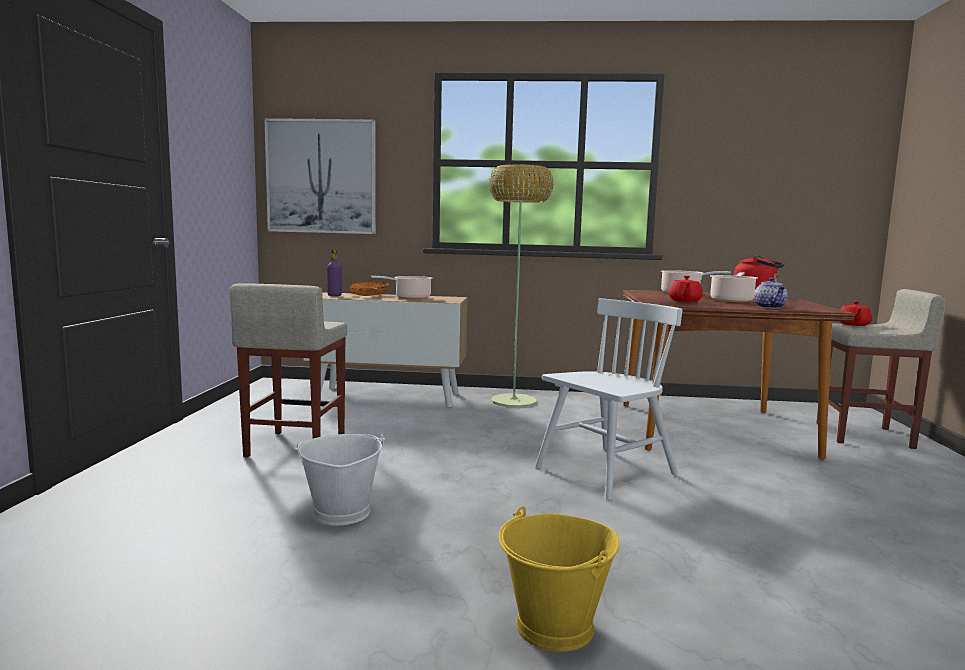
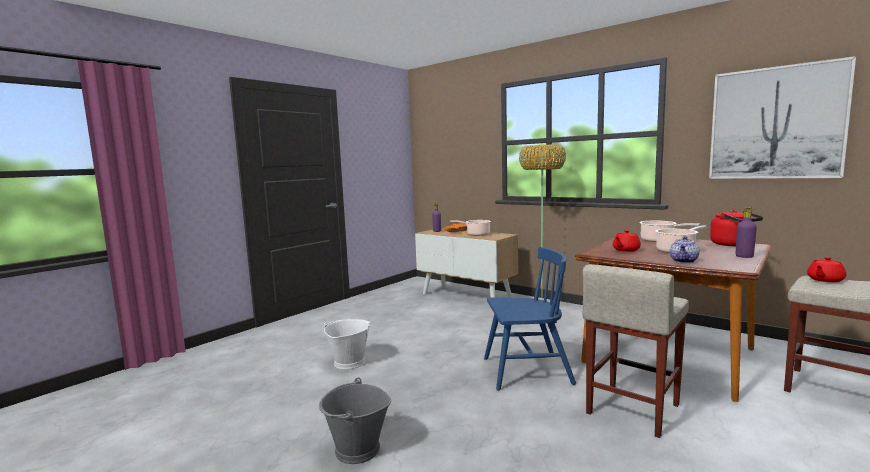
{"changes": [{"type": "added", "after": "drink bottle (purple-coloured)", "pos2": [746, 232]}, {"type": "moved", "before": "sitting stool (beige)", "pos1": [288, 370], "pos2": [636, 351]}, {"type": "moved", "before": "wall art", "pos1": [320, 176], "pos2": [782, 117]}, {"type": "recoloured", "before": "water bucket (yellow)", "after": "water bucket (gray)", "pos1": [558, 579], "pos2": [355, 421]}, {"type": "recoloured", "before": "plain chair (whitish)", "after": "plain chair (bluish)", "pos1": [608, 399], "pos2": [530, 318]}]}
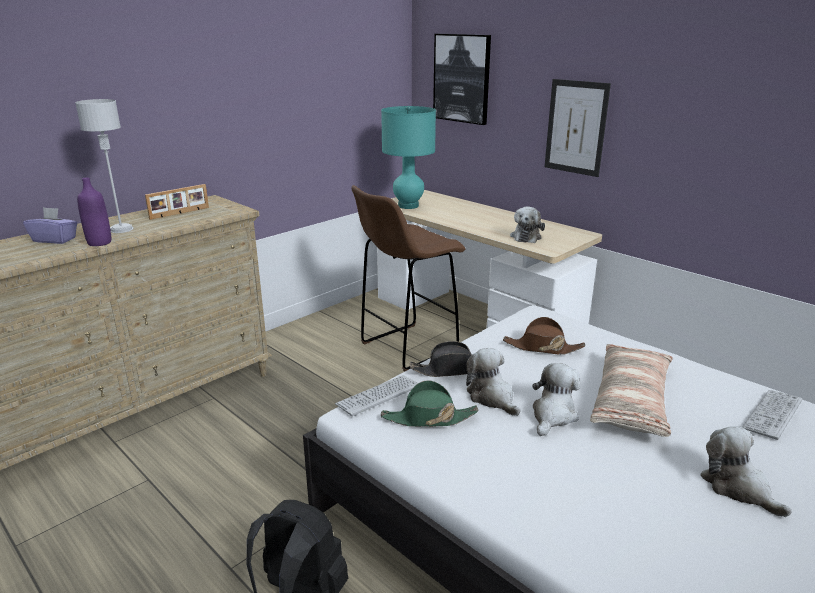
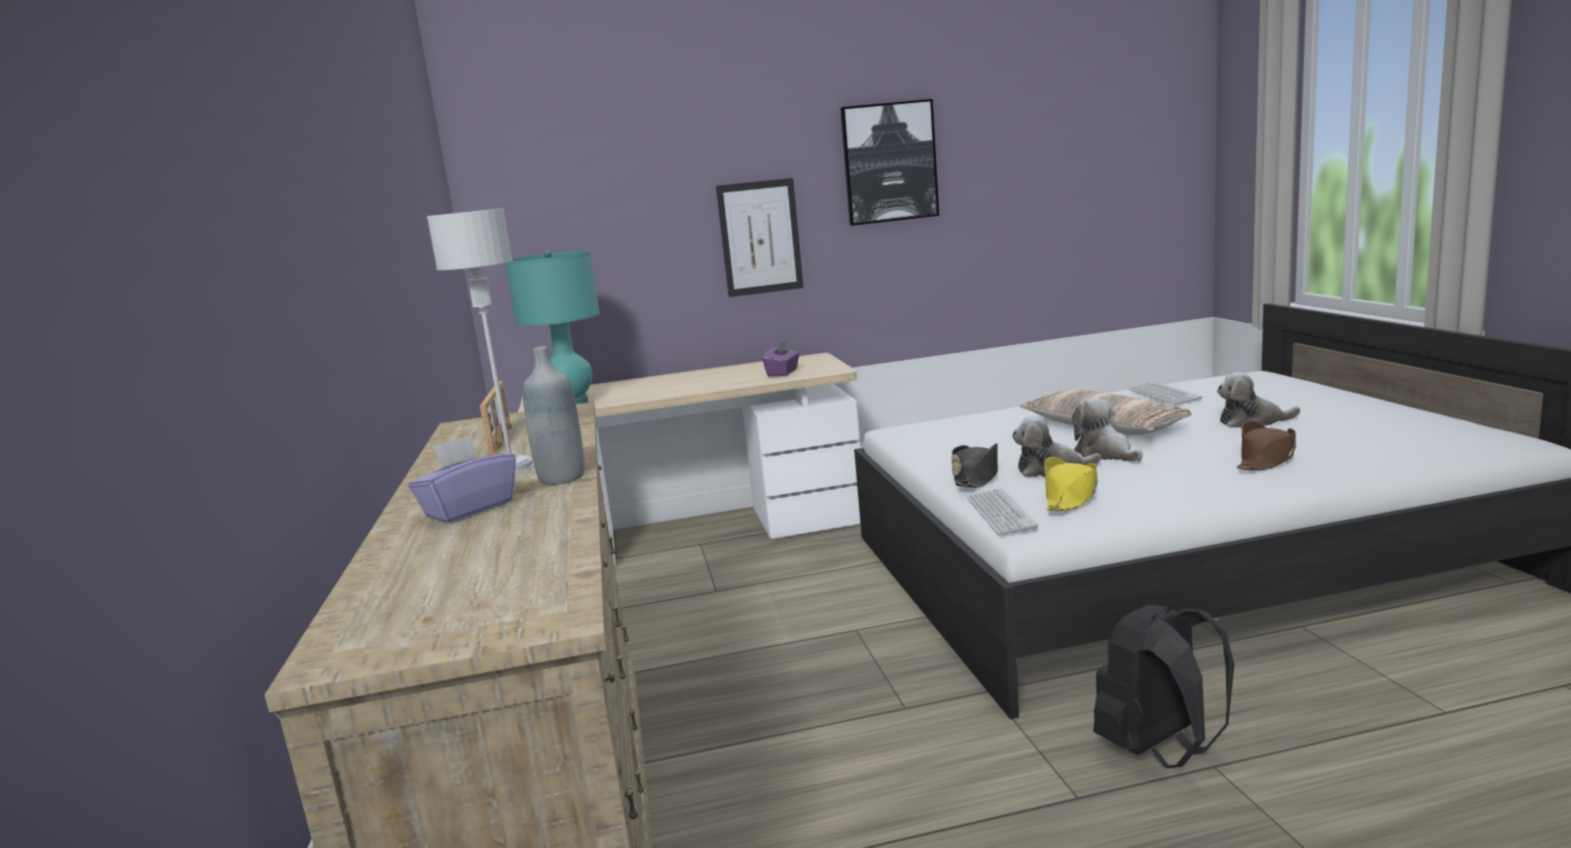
{"changes": [{"type": "removed", "before": "sitting stool (brown)", "pos1": [408, 278]}, {"type": "moved", "before": "wall art", "pos1": [462, 79], "pos2": [889, 162]}, {"type": "moved", "before": "clothing hat (brown)", "pos1": [544, 336], "pos2": [1266, 445]}, {"type": "replaced", "before": "plush toy", "after": "tissue holder (purple-coloured)", "pos1": [527, 224], "pos2": [781, 357]}, {"type": "recoloured", "before": "drink bottle (purple-coloured)", "after": "drink bottle (gray)", "pos1": [94, 211], "pos2": [554, 415]}, {"type": "recoloured", "before": "clothing hat (green-coloured)", "after": "clothing hat (yellow)", "pos1": [429, 403], "pos2": [1071, 484]}]}
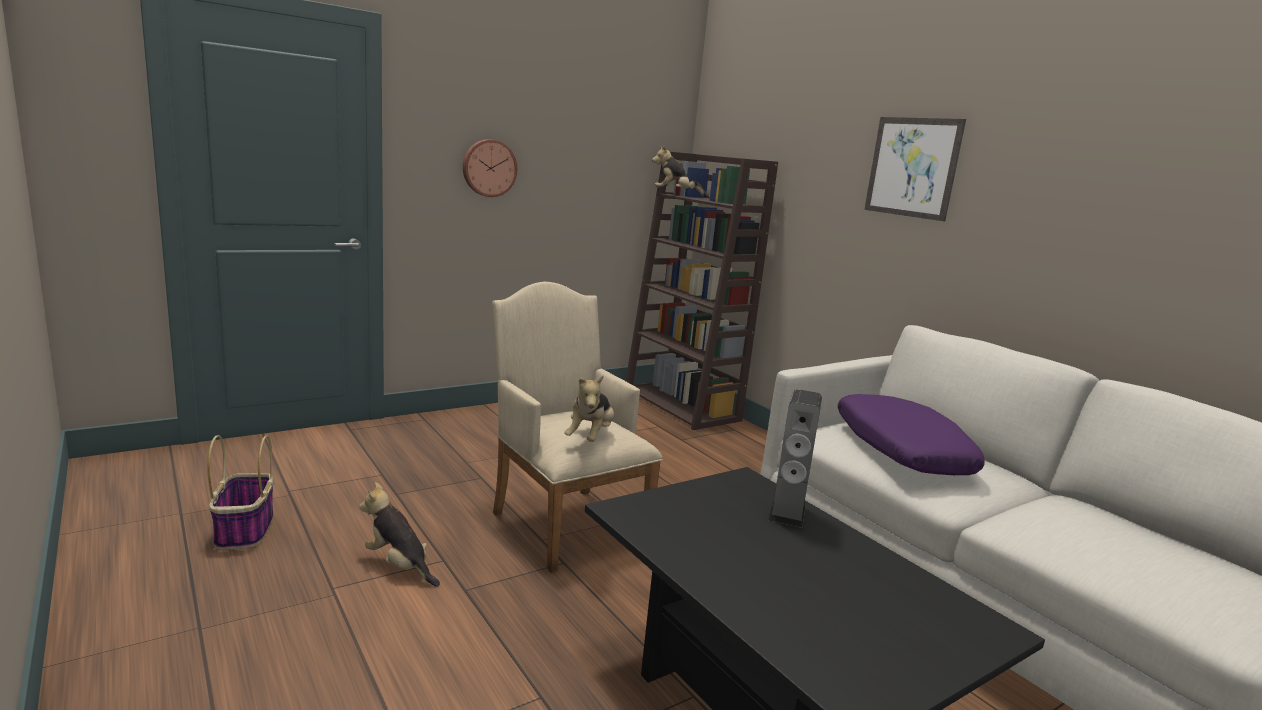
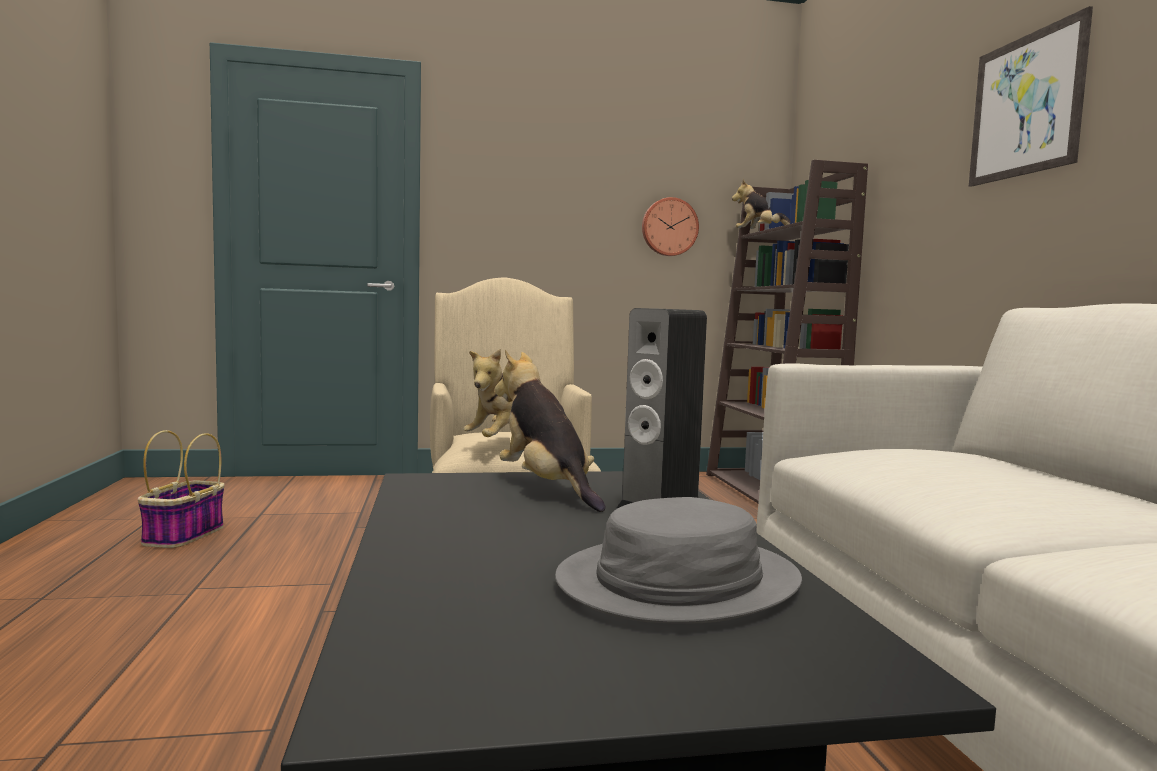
{"changes": [{"type": "removed", "before": "pillow (purple-coloured)", "pos1": [911, 434]}, {"type": "added", "after": "clothing hat (gray)", "pos2": [678, 560]}, {"type": "moved", "before": "plush toy", "pos1": [399, 534], "pos2": [550, 431]}, {"type": "moved", "before": "hanging clock", "pos1": [490, 168], "pos2": [670, 226]}]}
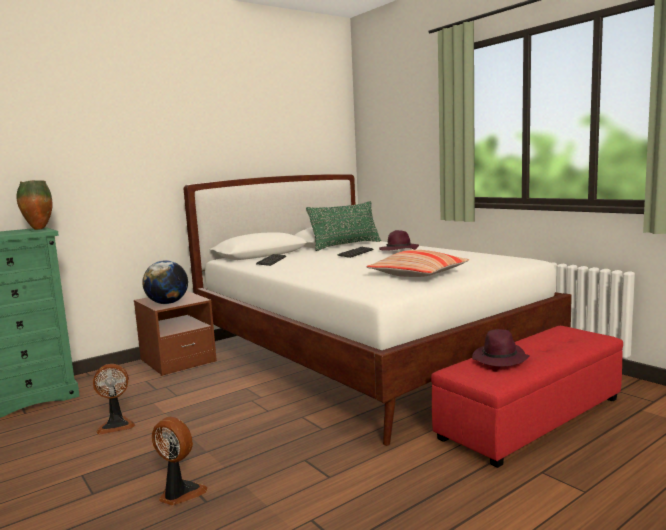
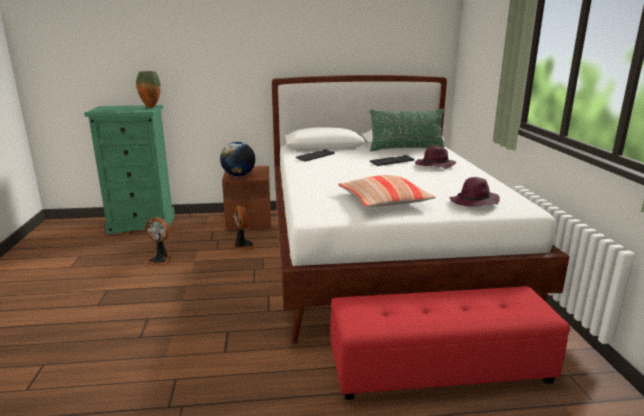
{"changes": [{"type": "moved", "before": "electric fan", "pos1": [180, 461], "pos2": [245, 228]}, {"type": "moved", "before": "clothing hat (purple-coloured)", "pos1": [501, 348], "pos2": [474, 192]}]}
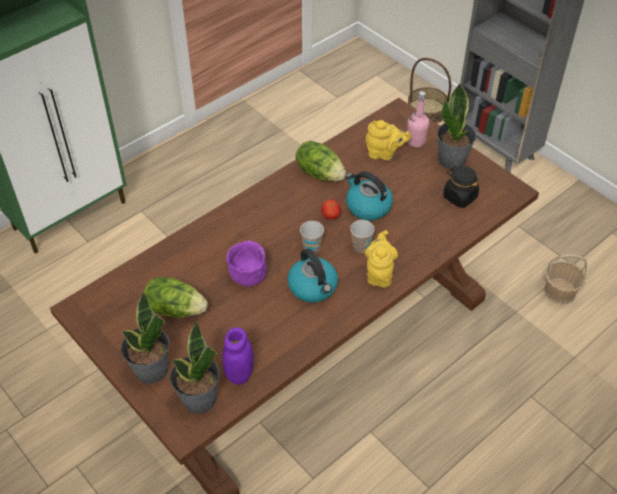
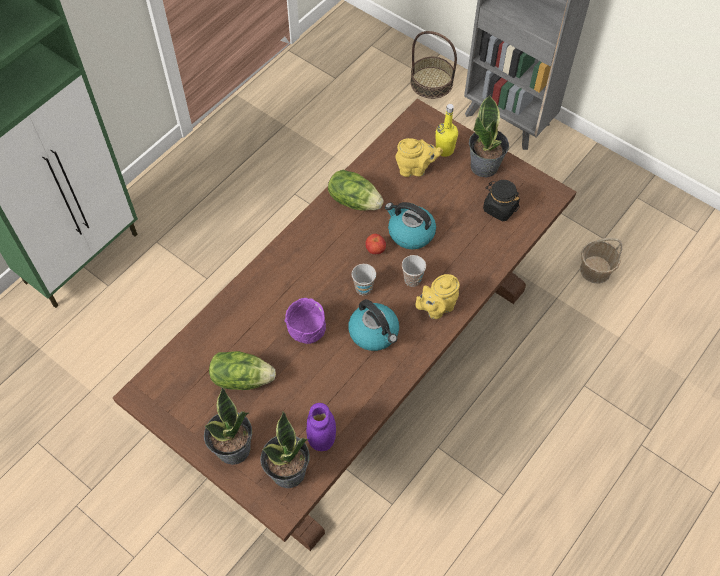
{"changes": [{"type": "recoloured", "before": "drink bottle (pink-coloured)", "after": "drink bottle (yellow)", "pos1": [418, 119], "pos2": [447, 130]}, {"type": "turned", "before": "pot for tea (yellow)", "pos1": [381, 259], "pos2": [437, 296], "turn": -120}]}
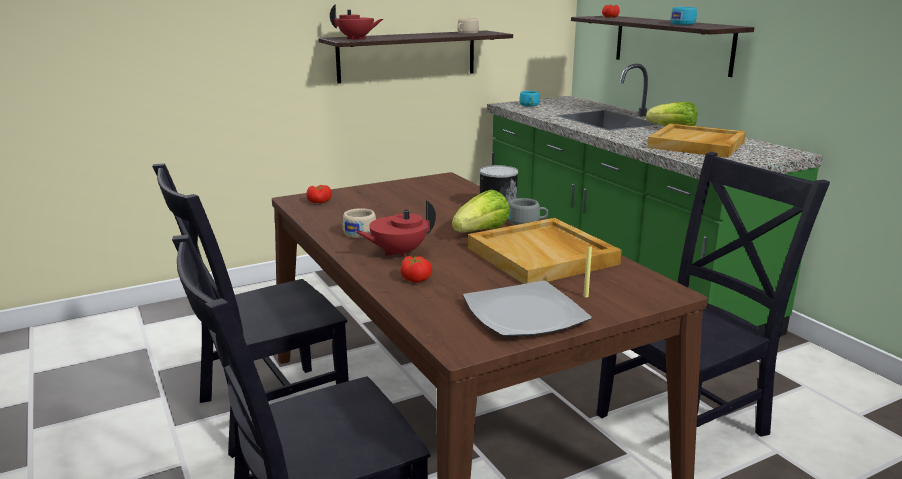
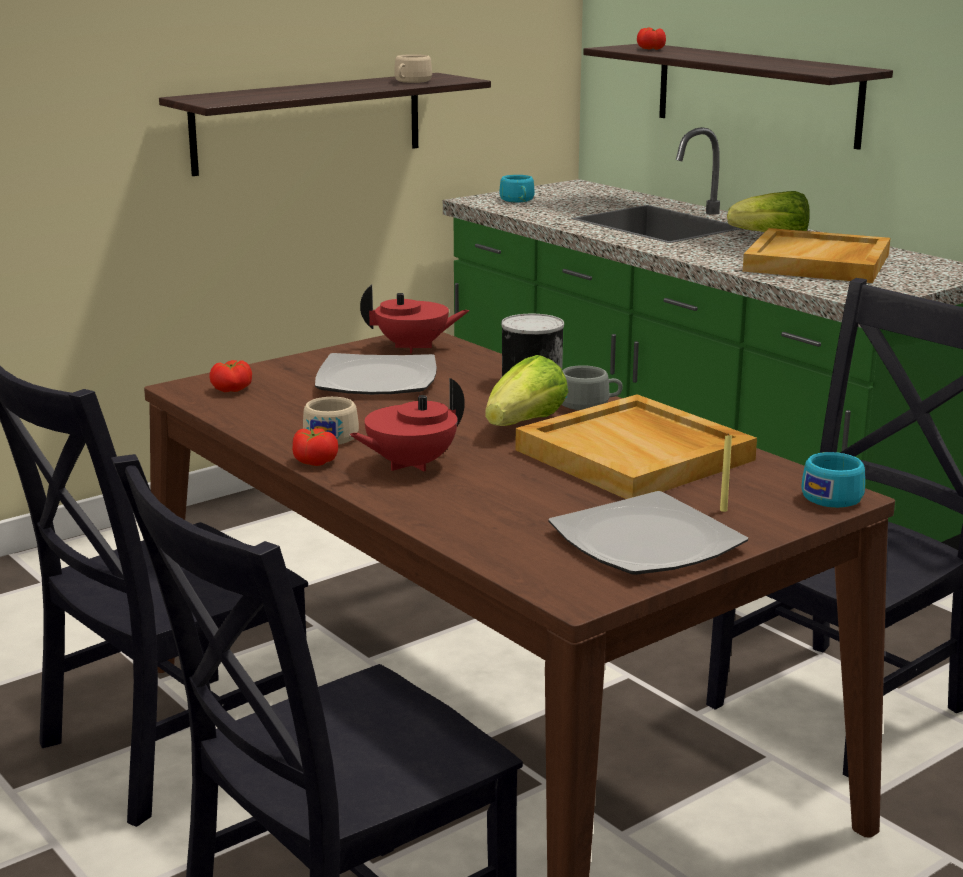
{"changes": [{"type": "added", "after": "flat dish", "pos2": [376, 374]}, {"type": "moved", "before": "pot for tea (red-coloured)", "pos1": [356, 22], "pos2": [415, 319]}, {"type": "moved", "before": "tomato", "pos1": [416, 269], "pos2": [315, 447]}, {"type": "moved", "before": "drinking cup (turquoise-coloured)", "pos1": [684, 16], "pos2": [833, 480]}]}
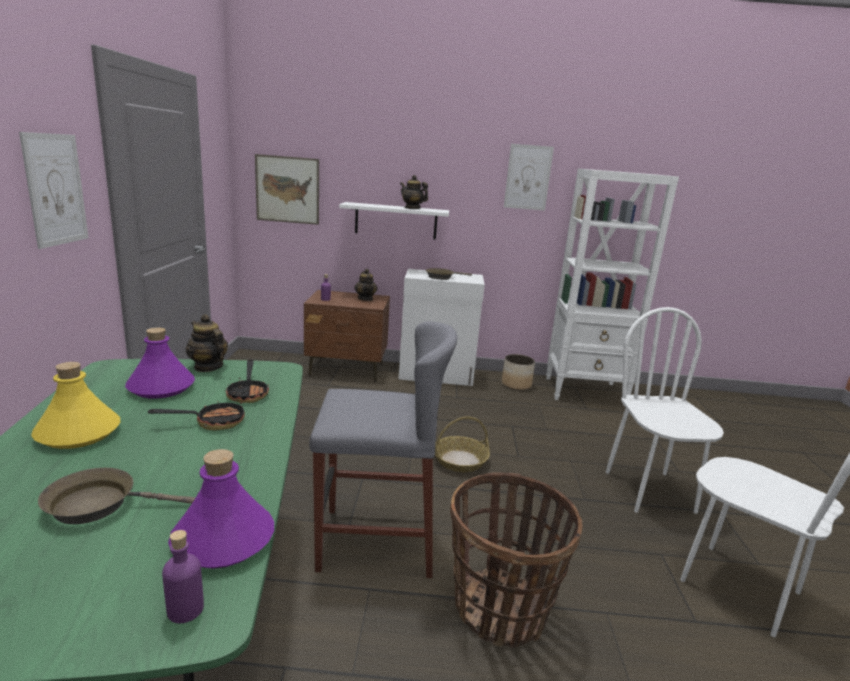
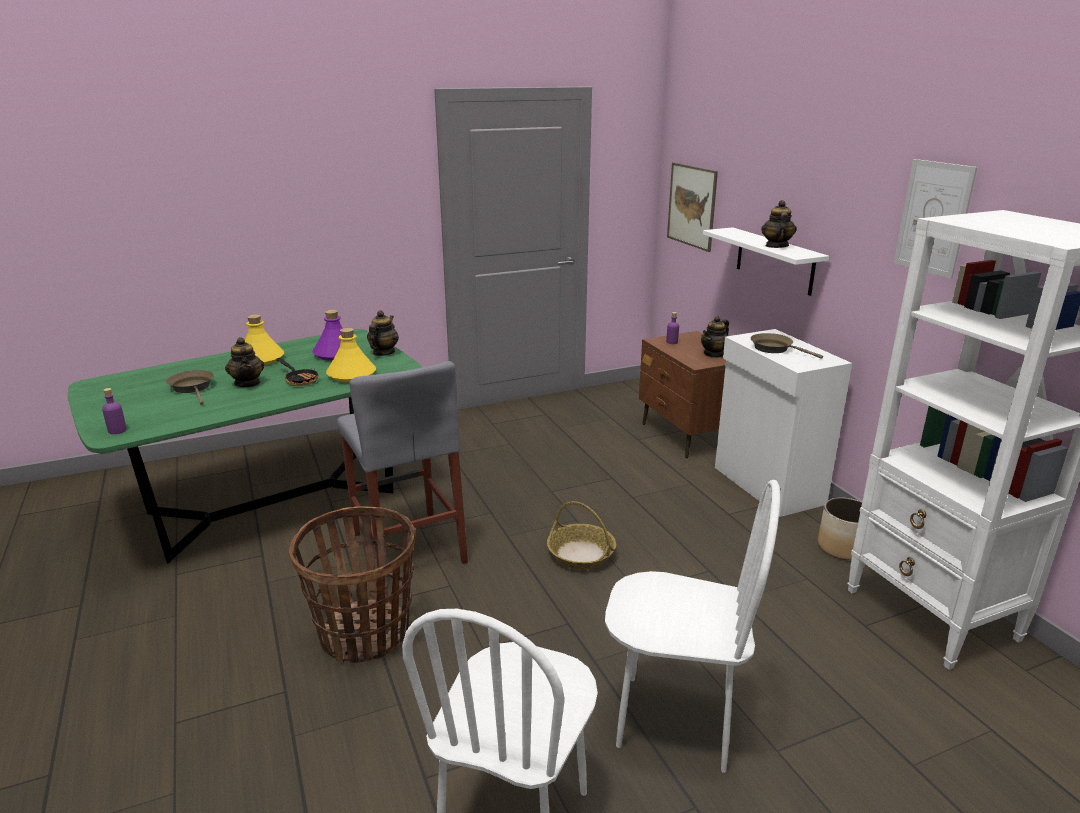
{"changes": [{"type": "removed", "before": "wall art", "pos1": [54, 190]}, {"type": "removed", "before": "drink bottle (purple-coloured)", "pos1": [221, 509]}, {"type": "added", "after": "pot for tea", "pos2": [244, 362]}, {"type": "replaced", "before": "pan", "after": "drink bottle (yellow)", "pos1": [247, 381], "pos2": [351, 355]}, {"type": "turned", "before": "plain chair (whitish)", "pos1": [665, 410], "pos2": [692, 626], "turn": 45}]}
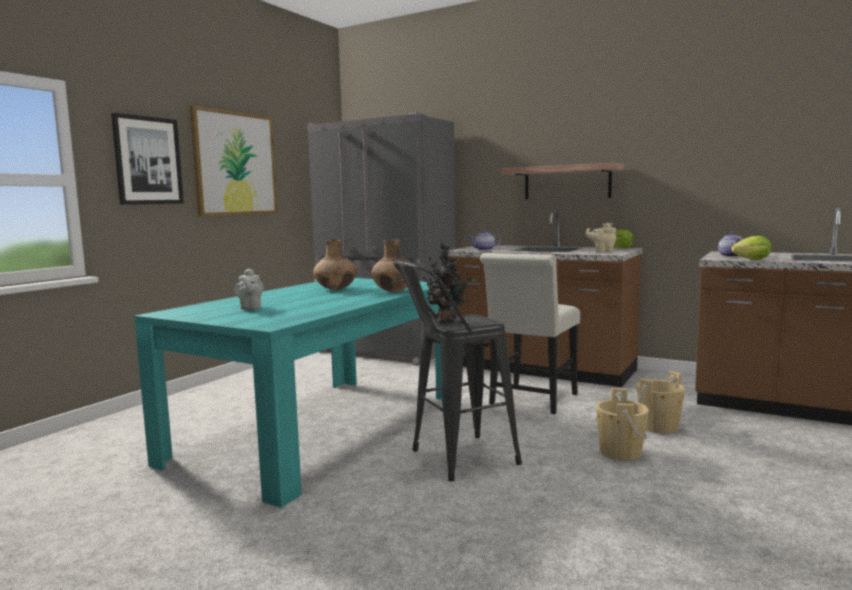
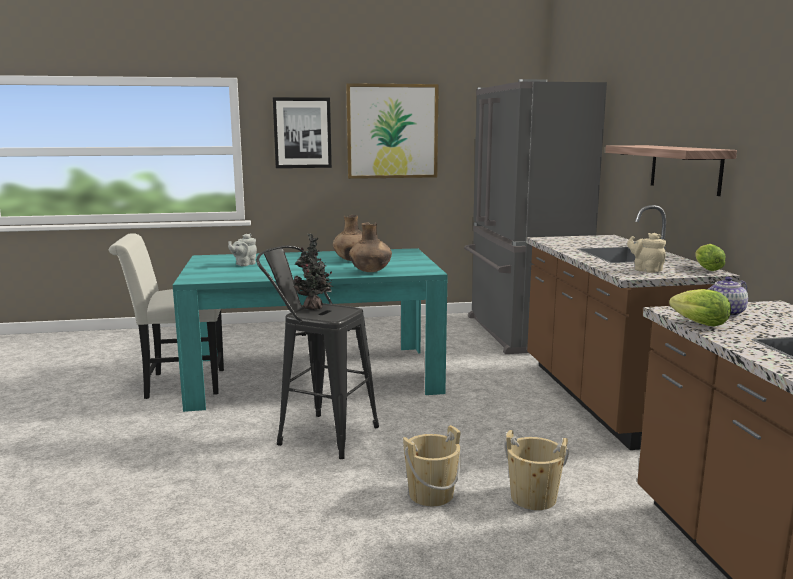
{"changes": [{"type": "removed", "before": "pot for tea", "pos1": [485, 240]}, {"type": "moved", "before": "plain chair (whitish)", "pos1": [530, 333], "pos2": [166, 316]}]}
